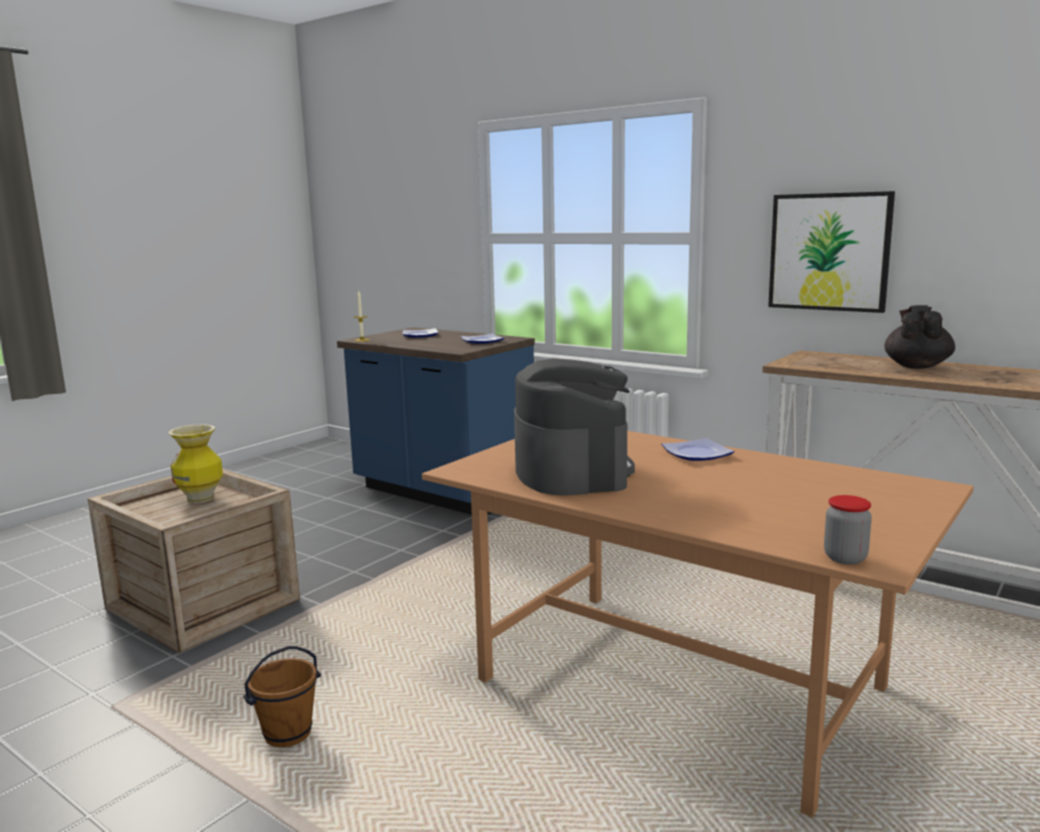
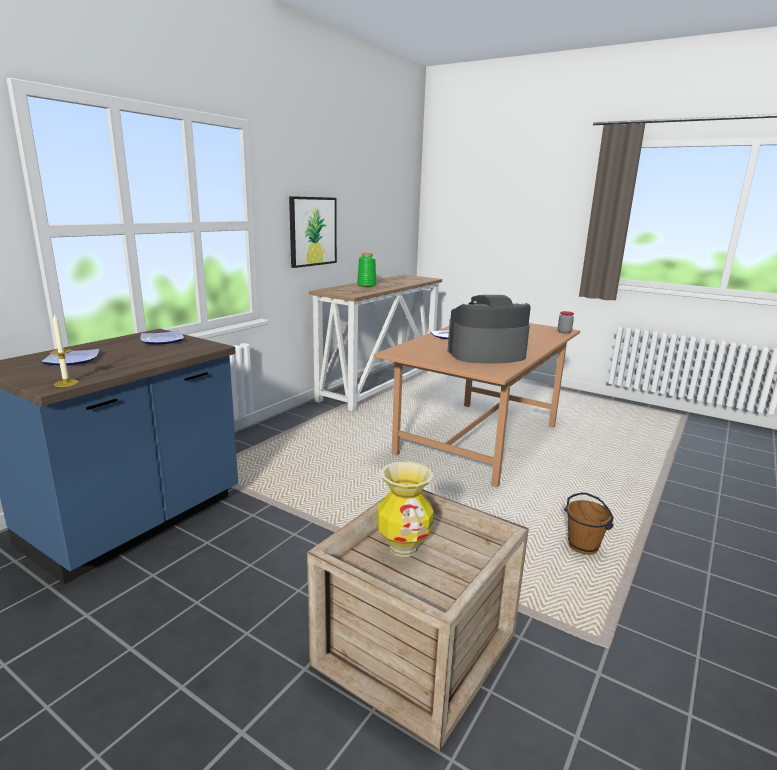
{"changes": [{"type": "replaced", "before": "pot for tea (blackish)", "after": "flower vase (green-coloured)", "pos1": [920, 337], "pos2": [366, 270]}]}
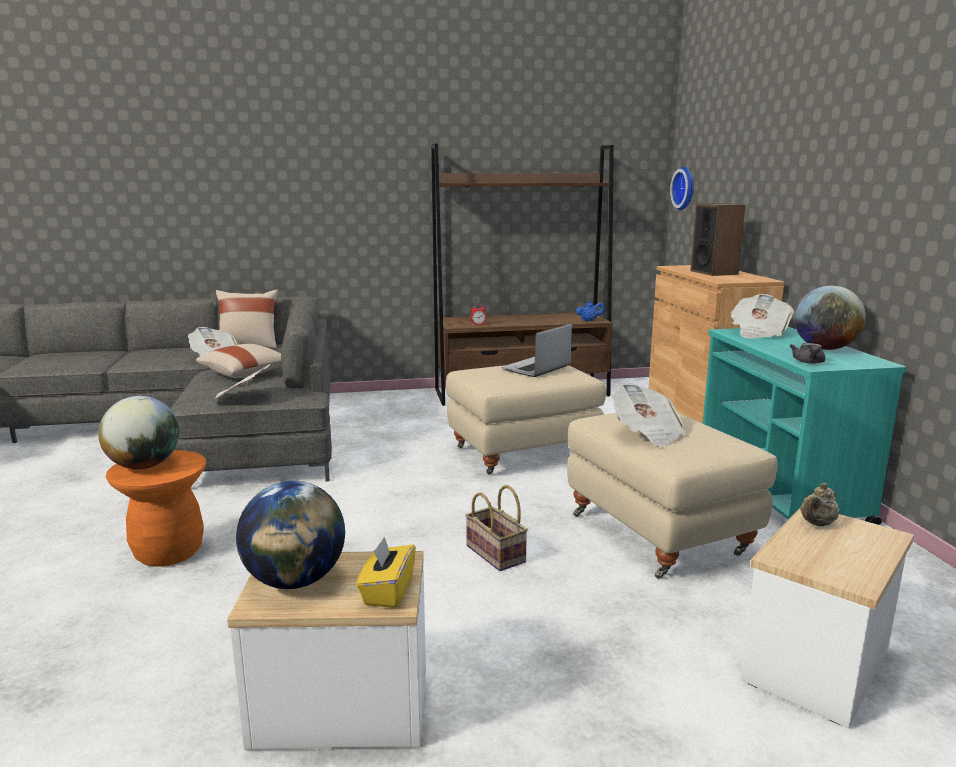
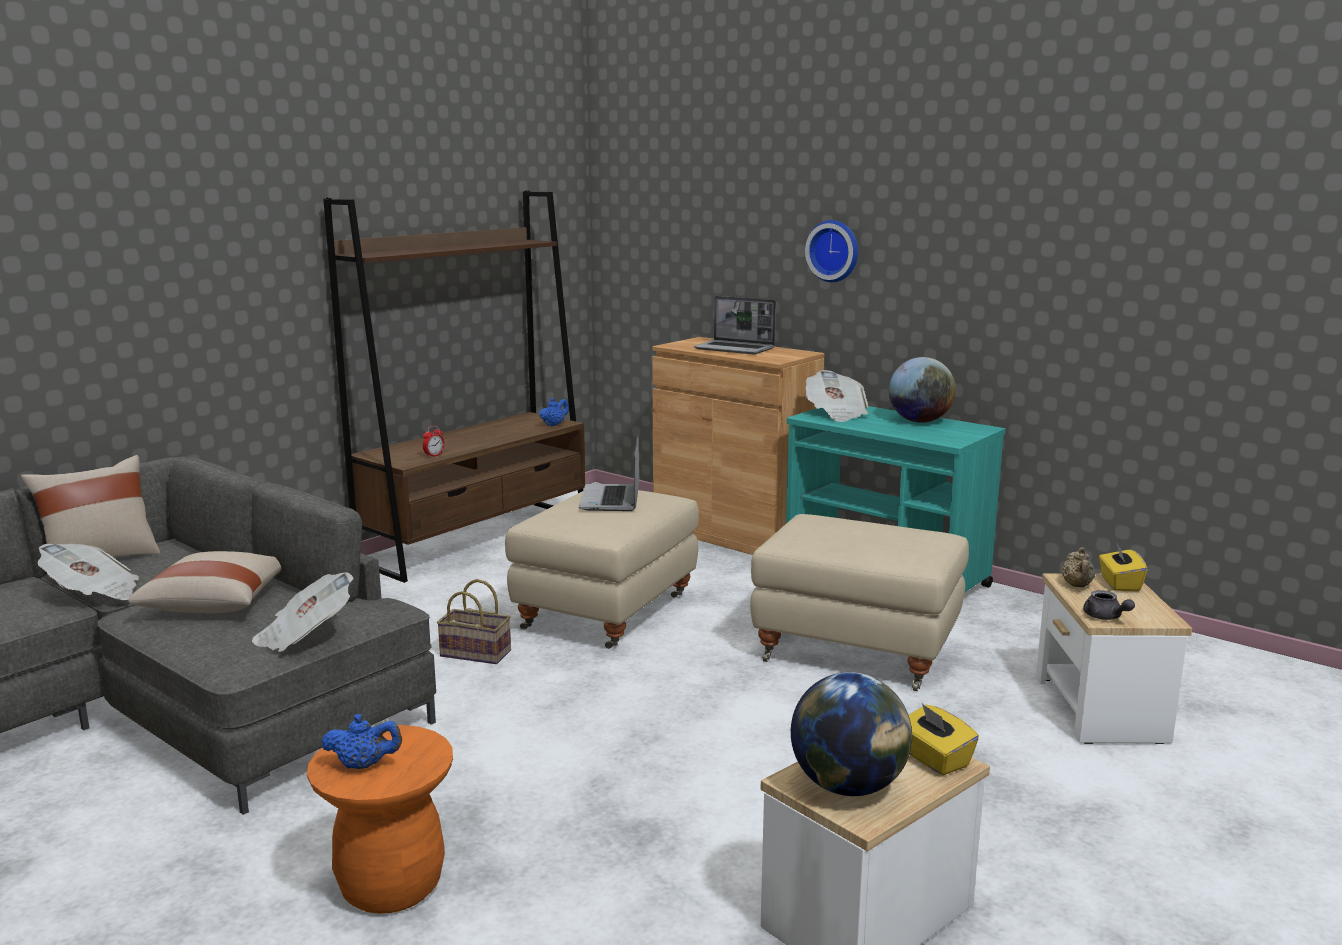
{"changes": [{"type": "removed", "before": "printed paper", "pos1": [649, 415]}, {"type": "added", "after": "tissue holder (yellow)", "pos2": [1123, 566]}, {"type": "moved", "before": "storage basket", "pos1": [496, 528], "pos2": [474, 621]}, {"type": "moved", "before": "hanging clock", "pos1": [682, 188], "pos2": [831, 251]}, {"type": "moved", "before": "pot for tea (gray)", "pos1": [807, 353], "pos2": [1109, 605]}, {"type": "replaced", "before": "desk globe", "after": "pot for tea (bluish)", "pos1": [138, 432], "pos2": [361, 741]}, {"type": "replaced", "before": "speaker", "after": "portable computer", "pos1": [717, 240], "pos2": [735, 325]}]}
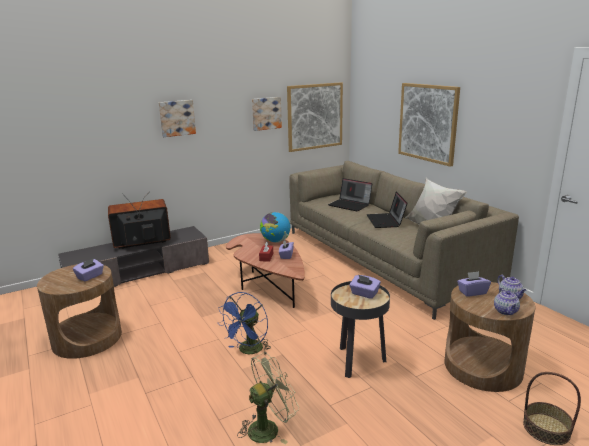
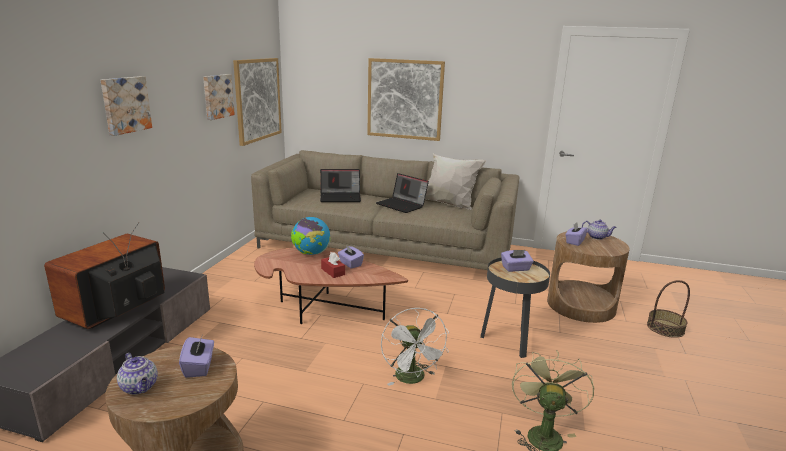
{"changes": [{"type": "moved", "before": "pot for tea", "pos1": [507, 301], "pos2": [137, 374]}, {"type": "recoloured", "before": "electric fan (bluish)", "after": "electric fan (whitish)", "pos1": [244, 323], "pos2": [415, 347]}]}
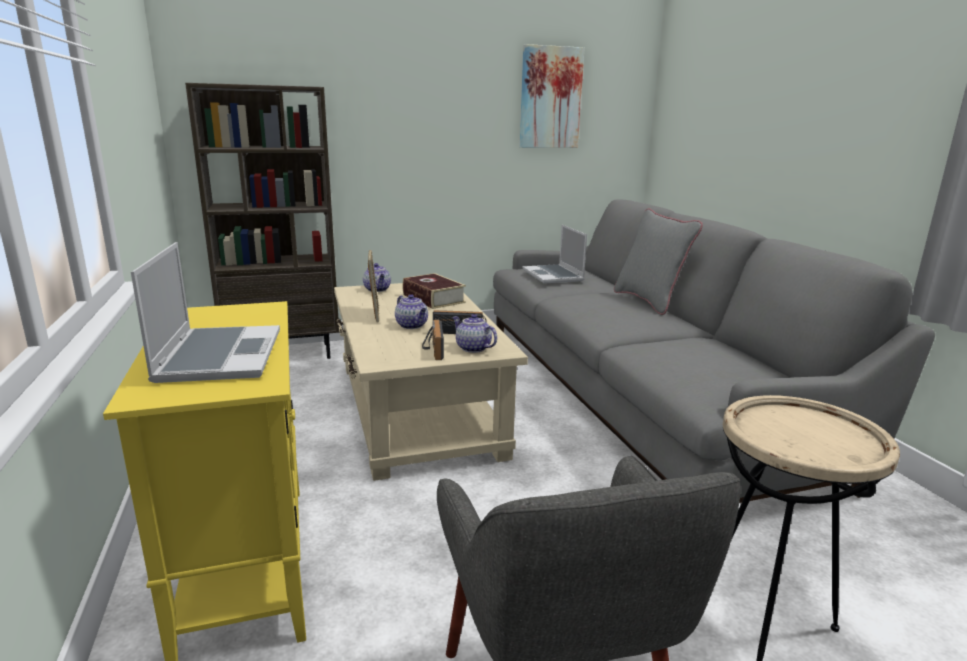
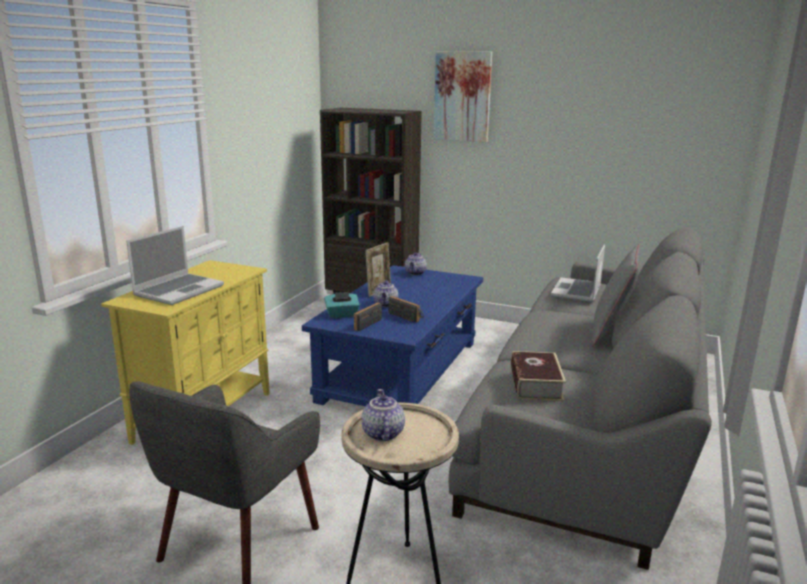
{"changes": [{"type": "added", "after": "tissue holder (turquoise-coloured)", "pos2": [342, 305]}, {"type": "moved", "before": "volume", "pos1": [434, 291], "pos2": [538, 376]}, {"type": "moved", "before": "pot for tea", "pos1": [474, 333], "pos2": [383, 415]}, {"type": "moved", "before": "wall art", "pos1": [552, 96], "pos2": [463, 97]}, {"type": "recoloured", "before": "coffee table (beige)", "after": "coffee table (bluish)", "pos1": [431, 382], "pos2": [392, 335]}]}
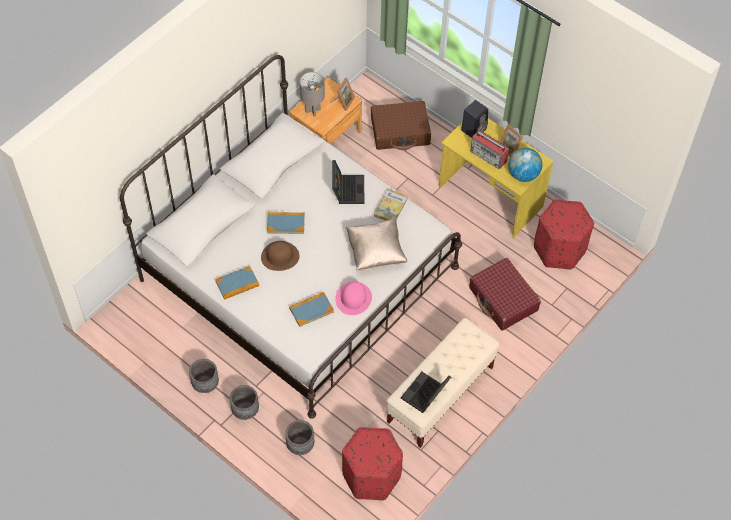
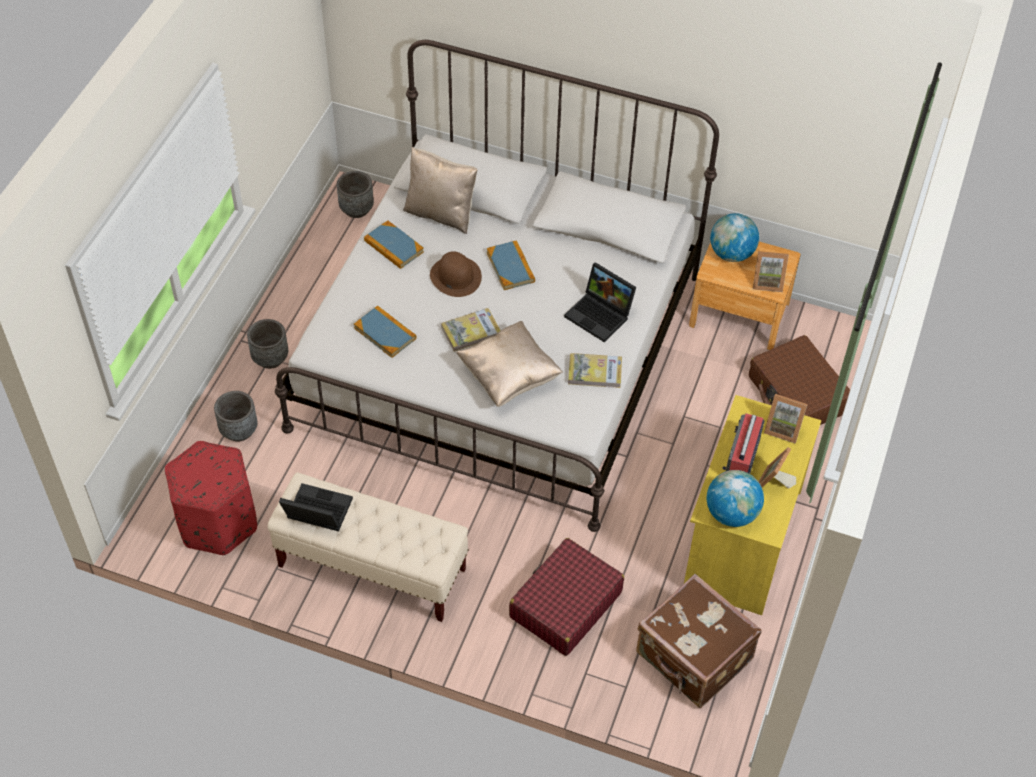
{"changes": [{"type": "removed", "before": "clothing hat (pink-coloured)", "pos1": [353, 298]}, {"type": "added", "after": "pillow (beige)", "pos2": [440, 190]}, {"type": "added", "after": "volume", "pos2": [471, 330]}, {"type": "moved", "before": "flower pot (gray)", "pos1": [204, 376], "pos2": [355, 194]}, {"type": "replaced", "before": "lamp for a table (gray)", "after": "desk globe", "pos1": [312, 94], "pos2": [734, 237]}, {"type": "replaced", "before": "speaker (blackish)", "after": "photo frame", "pos1": [474, 119], "pos2": [785, 419]}, {"type": "replaced", "before": "ottoman (red-coloured)", "after": "piece of luggage (brown)", "pos1": [564, 234], "pos2": [698, 641]}, {"type": "turned", "before": "portable computer", "pos1": [348, 182], "pos2": [600, 302], "turn": 60}]}
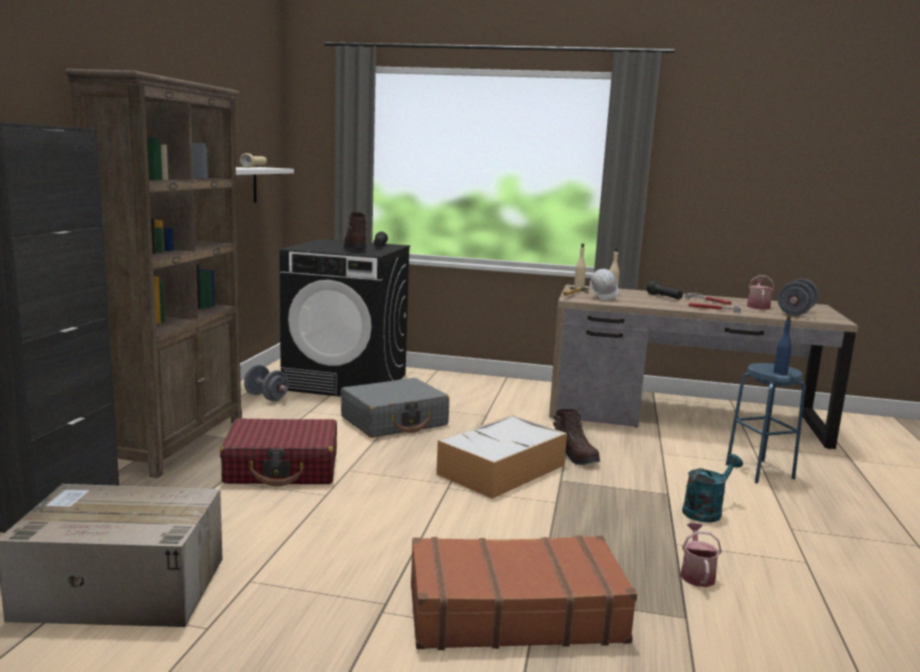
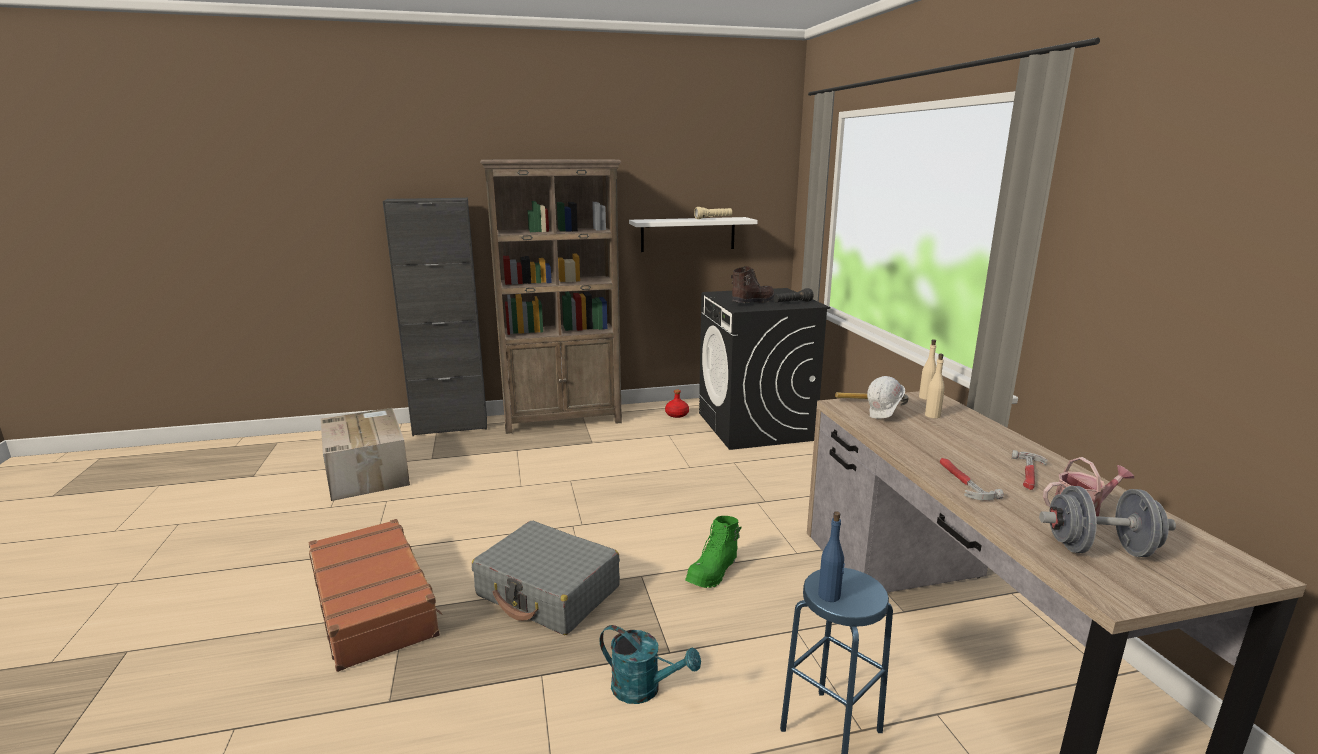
{"changes": [{"type": "removed", "before": "piece of luggage (red-coloured)", "pos1": [278, 452]}, {"type": "removed", "before": "storage bin", "pos1": [501, 457]}, {"type": "removed", "before": "hand torch (blackish)", "pos1": [664, 290]}, {"type": "removed", "before": "sprinkling can", "pos1": [701, 555]}, {"type": "moved", "before": "piece of luggage (gray)", "pos1": [395, 408], "pos2": [546, 578]}, {"type": "replaced", "before": "free weight (gray)", "after": "drink bottle (red-coloured)", "pos1": [266, 383], "pos2": [677, 404]}, {"type": "recoloured", "before": "boot (brown)", "after": "boot (green-coloured)", "pos1": [576, 437], "pos2": [713, 552]}]}
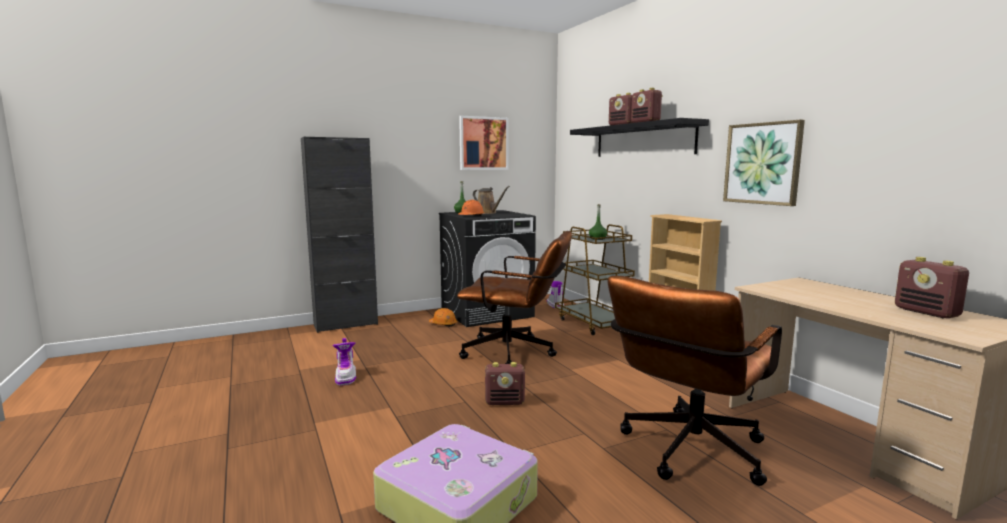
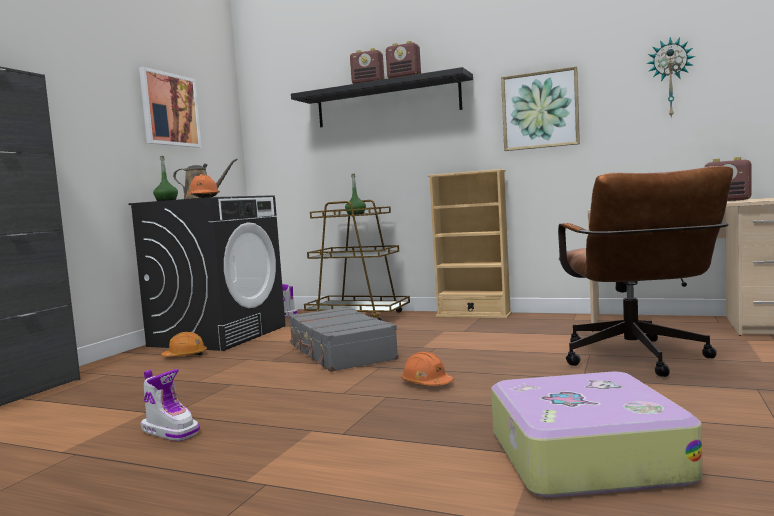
{"changes": [{"type": "added", "after": "hanging clock", "pos2": [671, 77]}, {"type": "replaced", "before": "computer chair (brown)", "after": "piece of luggage (gray)", "pos1": [514, 297], "pos2": [344, 339]}, {"type": "replaced", "before": "radio", "after": "work helmet (orange-coloured)", "pos1": [505, 383], "pos2": [427, 369]}]}
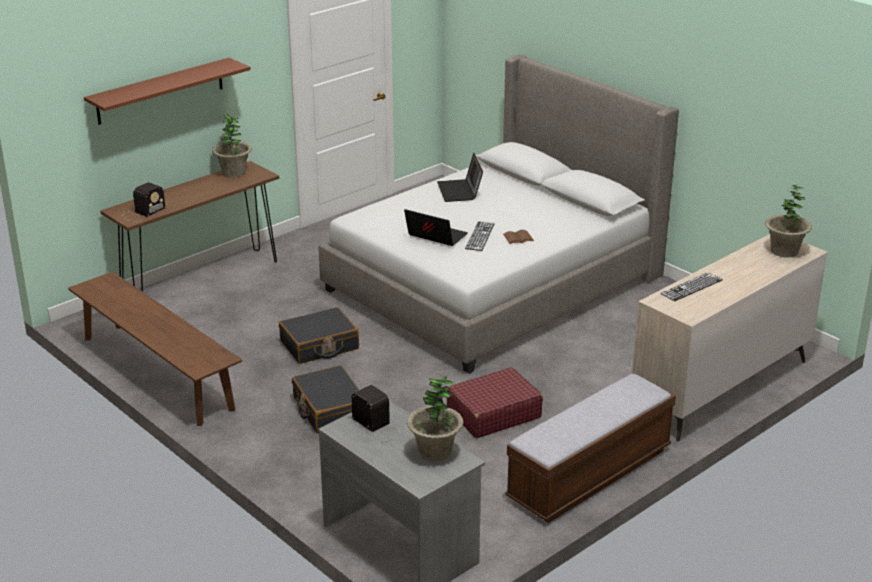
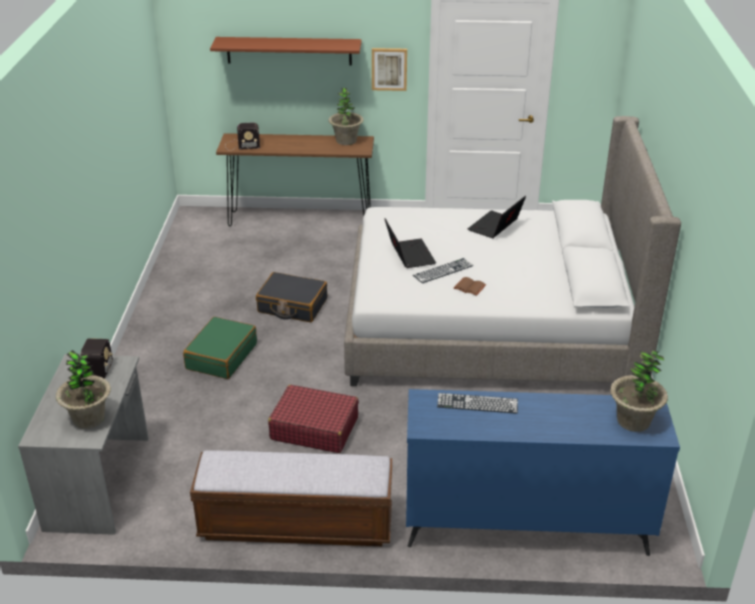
{"changes": [{"type": "removed", "before": "long seat (brown)", "pos1": [155, 349]}, {"type": "added", "after": "wall art", "pos2": [389, 69]}, {"type": "recoloured", "before": "piece of luggage (blackish)", "after": "piece of luggage (green-coloured)", "pos1": [325, 399], "pos2": [220, 348]}, {"type": "recoloured", "before": "drawer chest (beige)", "after": "drawer chest (bluish)", "pos1": [730, 338], "pos2": [543, 472]}]}
